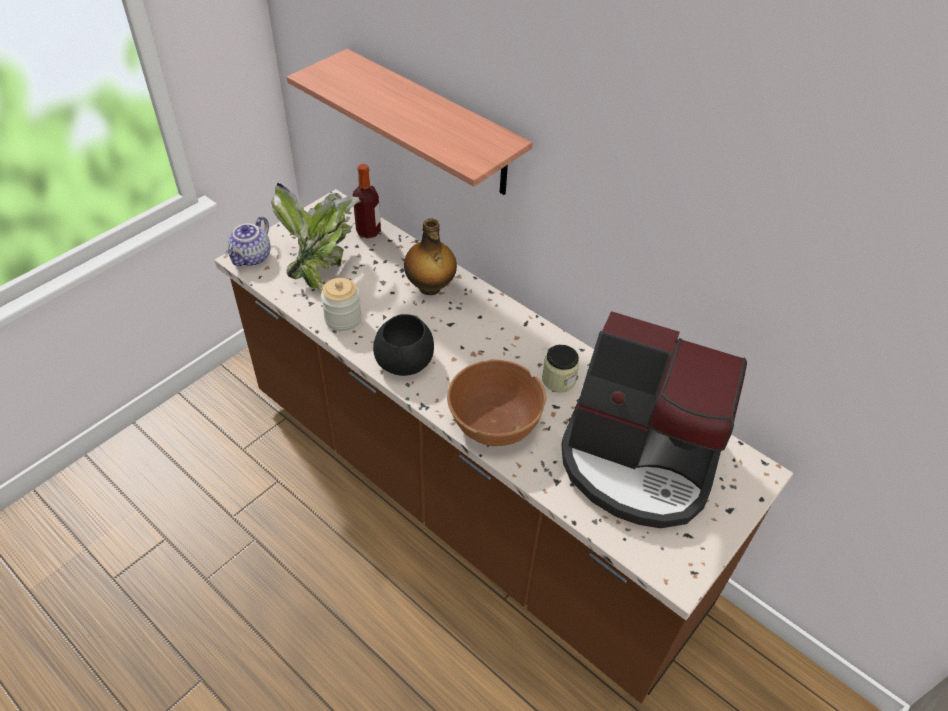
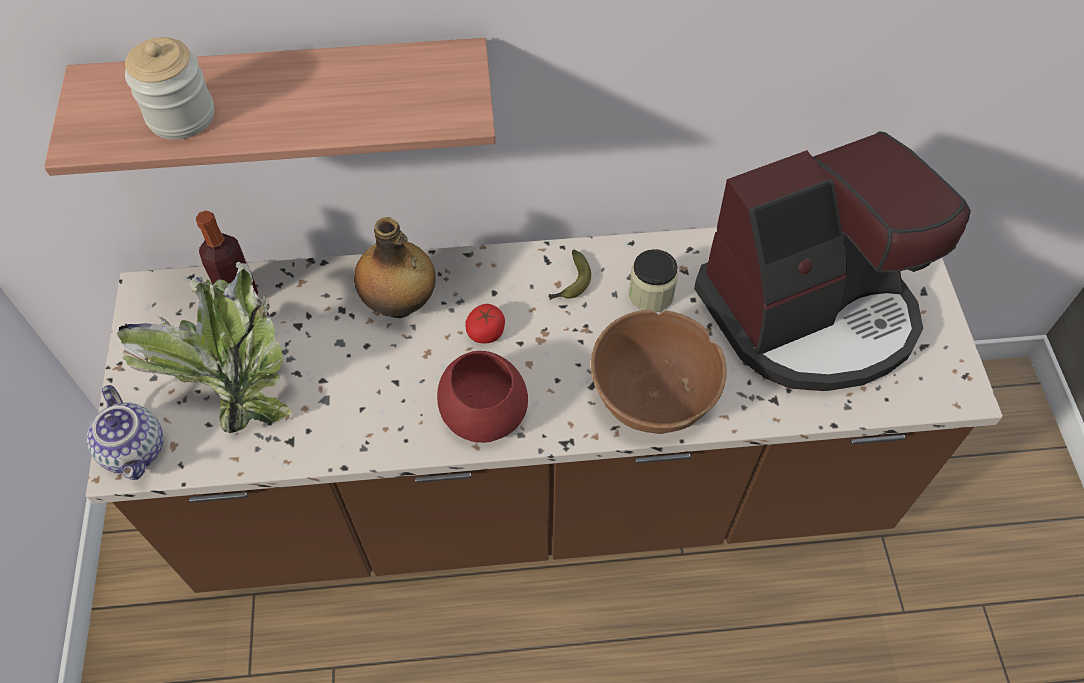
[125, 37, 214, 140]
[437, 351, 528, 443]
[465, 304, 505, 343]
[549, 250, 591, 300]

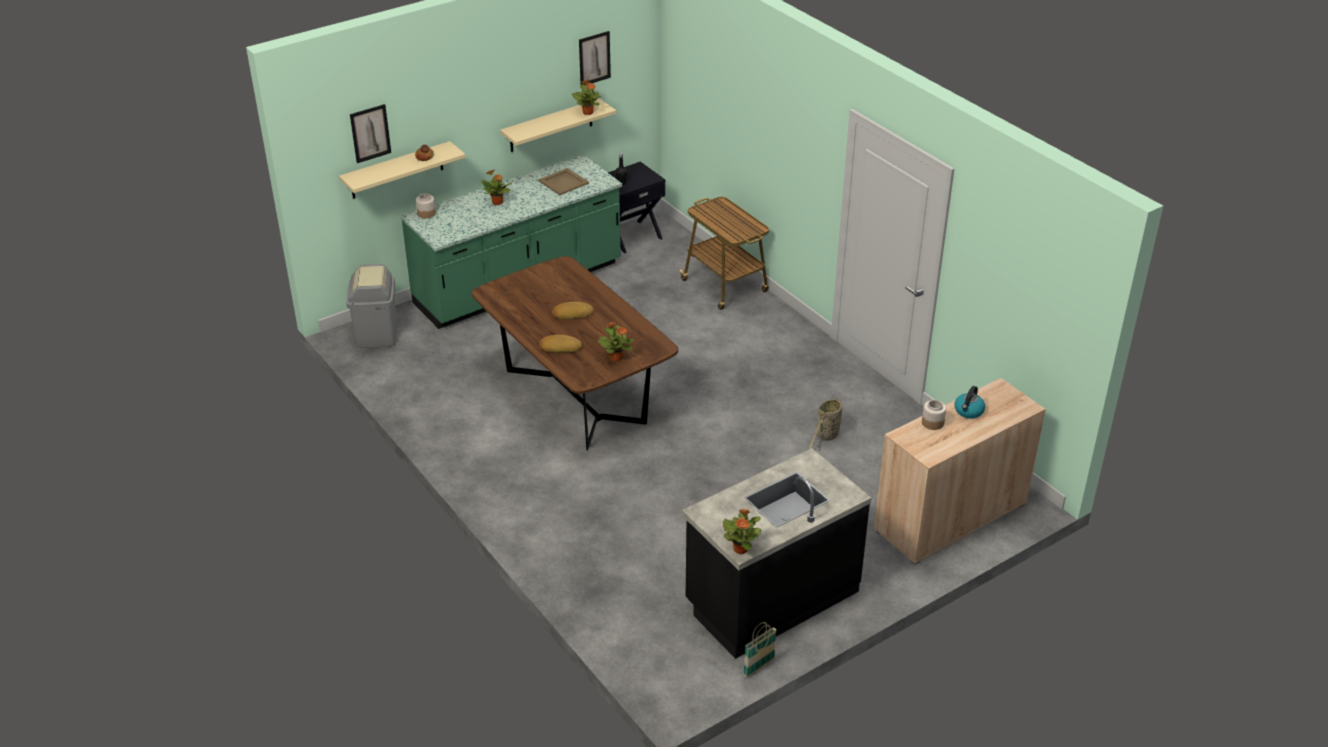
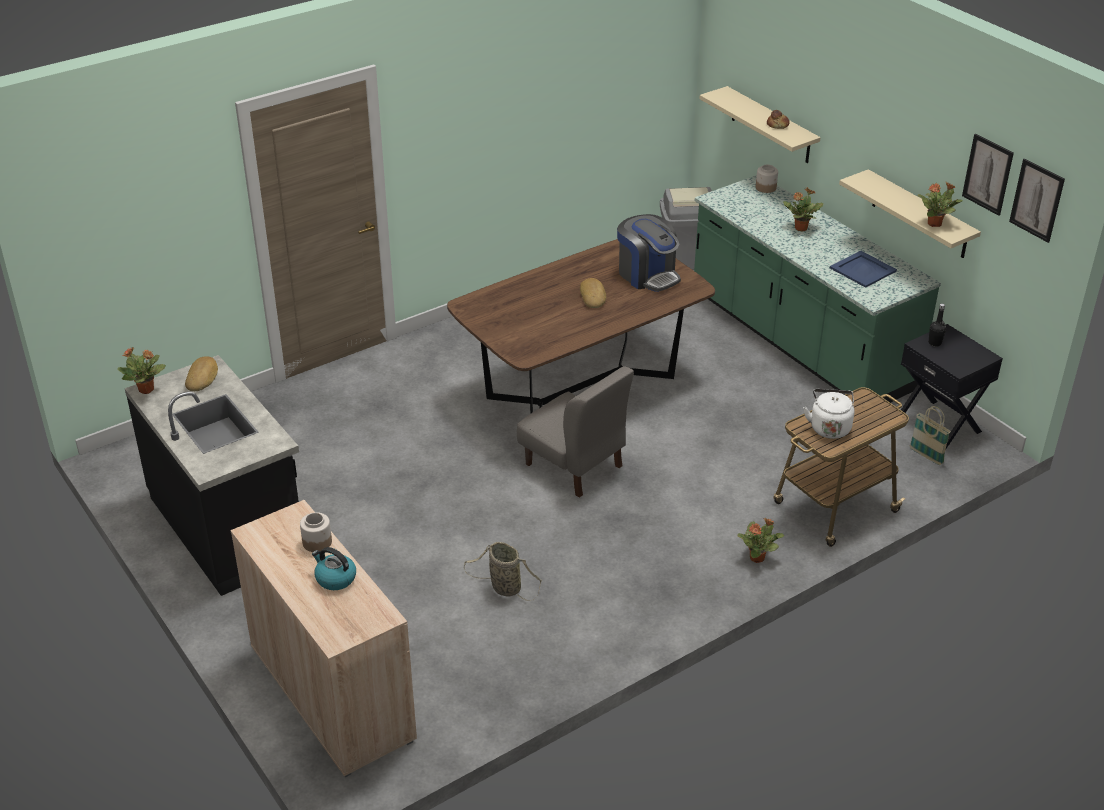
[1009, 159, 1065, 243]
[830, 251, 897, 288]
[185, 356, 218, 391]
[737, 518, 784, 563]
[910, 406, 951, 465]
[517, 366, 634, 498]
[617, 214, 681, 292]
[803, 389, 854, 439]

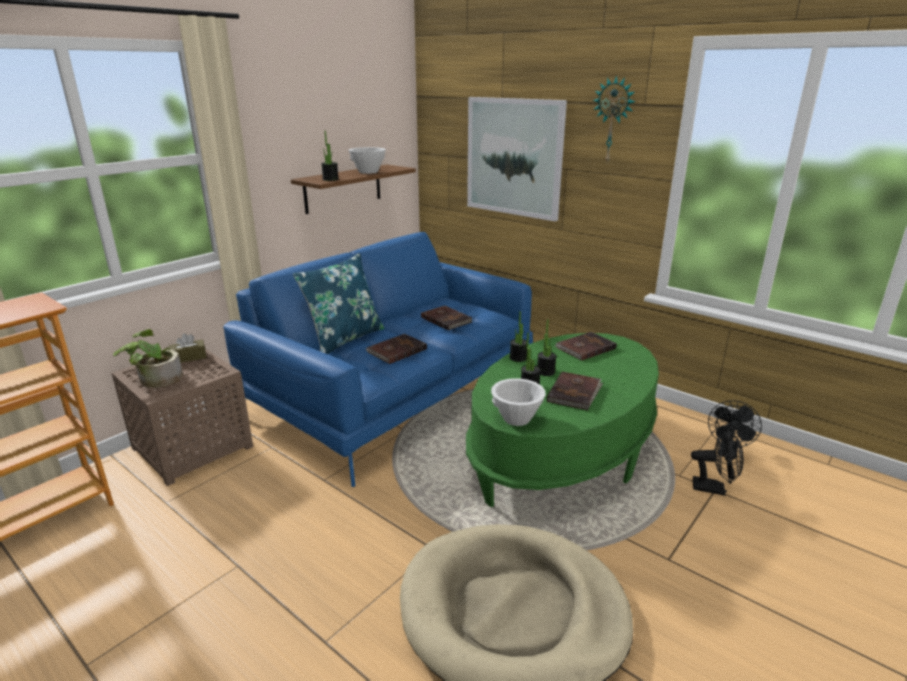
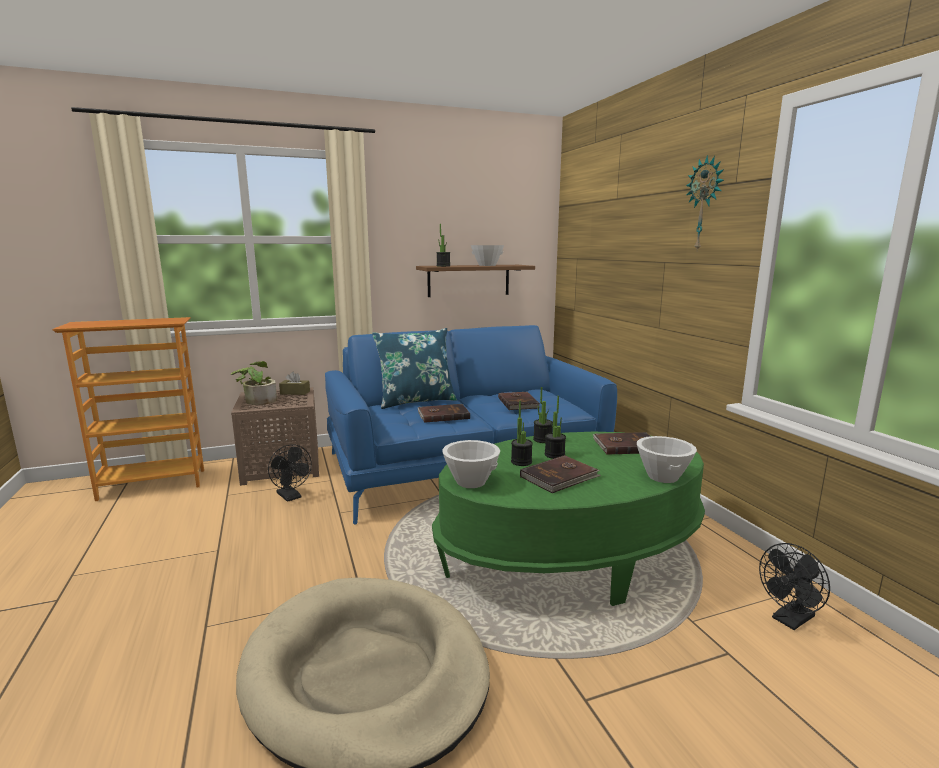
[467, 97, 567, 221] (first image)
[268, 444, 312, 502]
[637, 436, 697, 483]

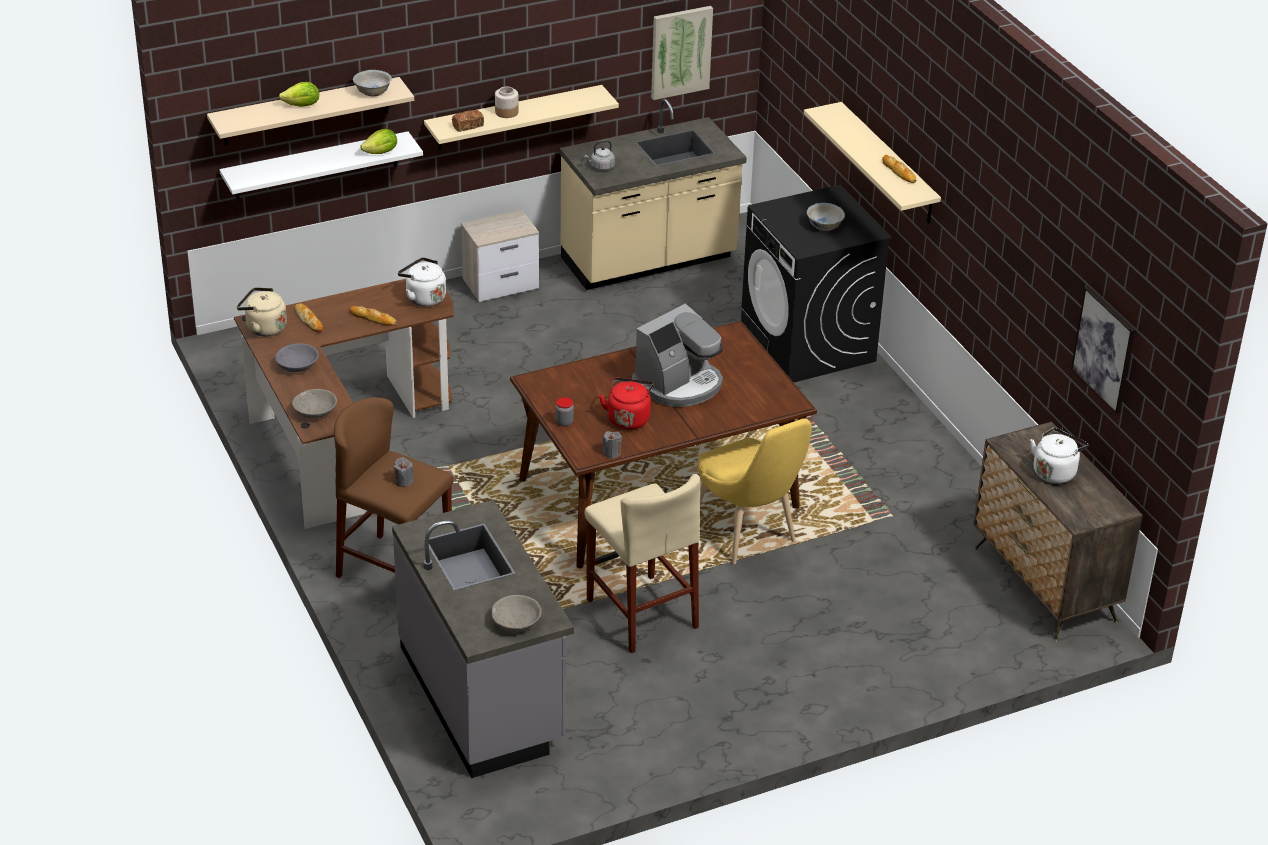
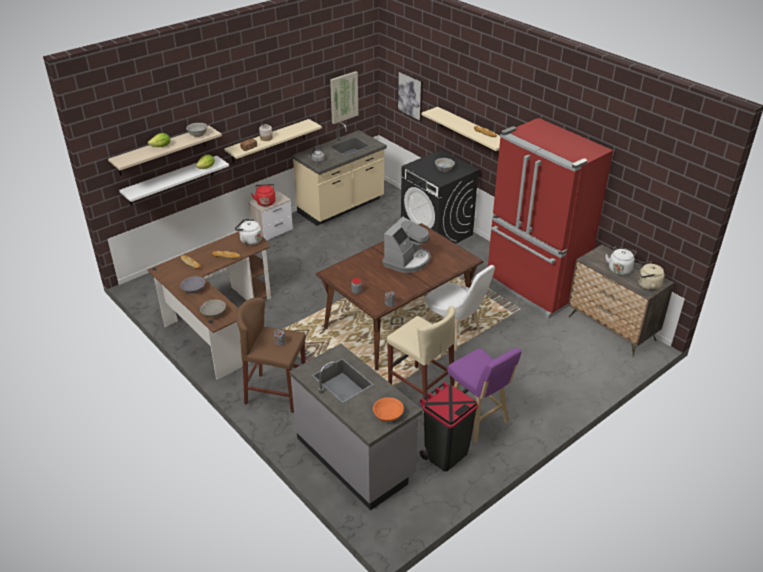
[637, 261, 665, 291]
[373, 397, 404, 422]
[251, 184, 276, 206]
[425, 265, 495, 351]
[397, 70, 423, 122]
[420, 382, 478, 472]
[448, 348, 522, 443]
[488, 118, 613, 319]

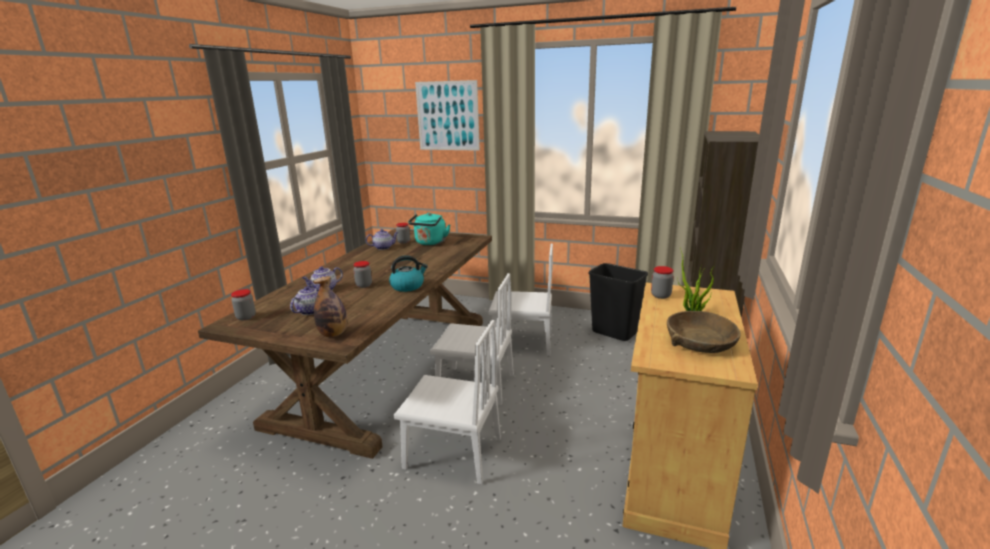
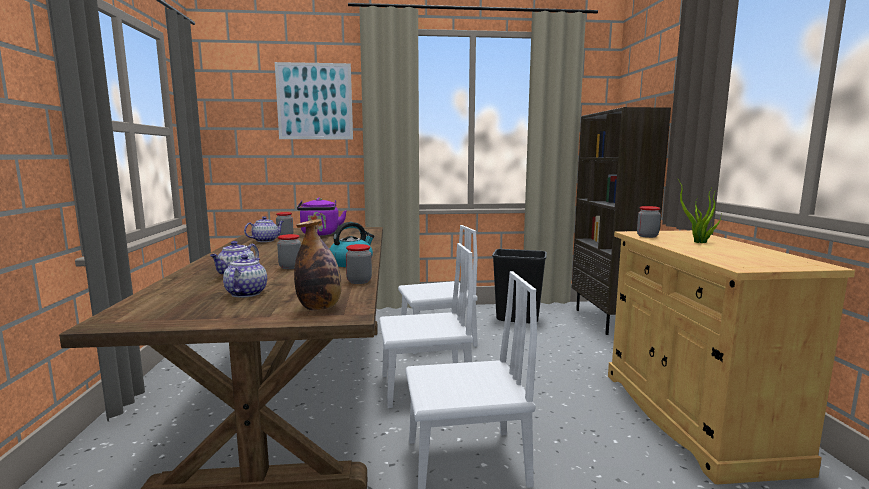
[346, 244, 372, 284]
[297, 198, 347, 236]
[667, 311, 740, 353] (first image)

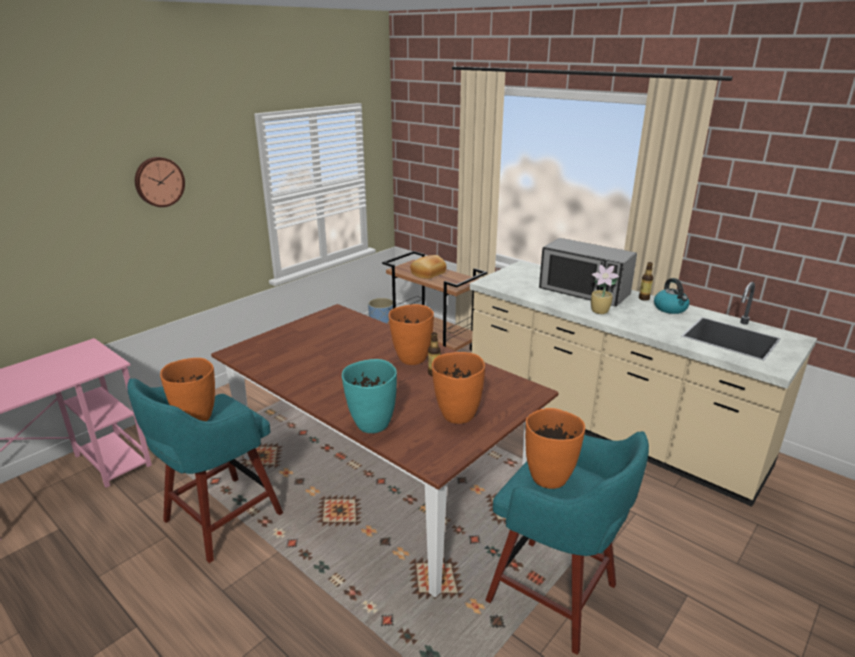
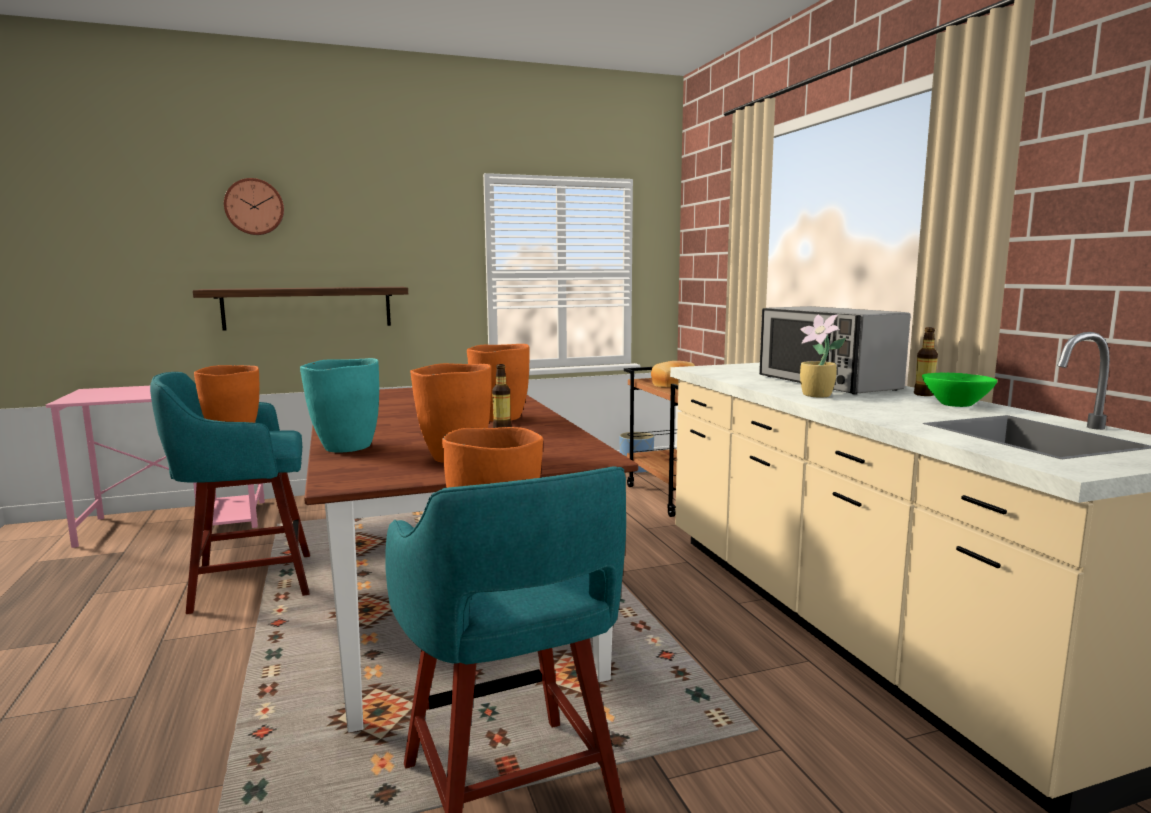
[224, 178, 284, 235]
[922, 373, 998, 407]
[193, 287, 408, 331]

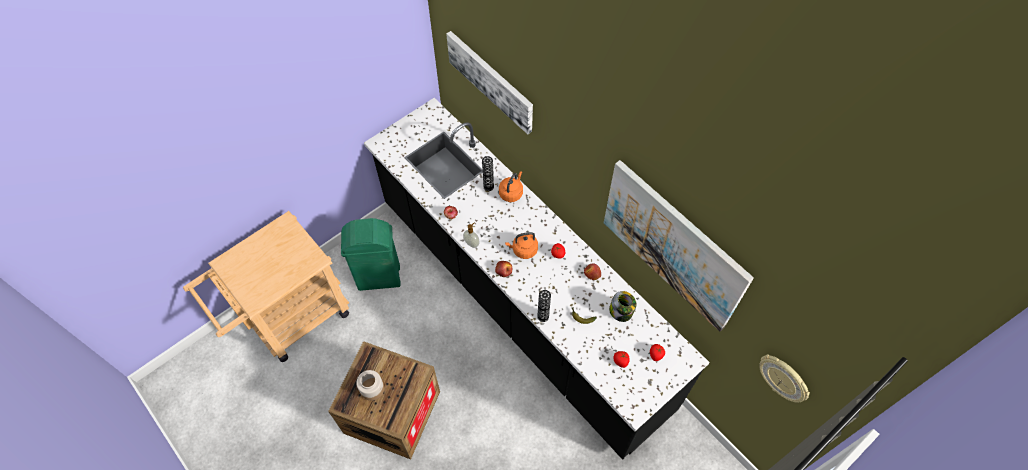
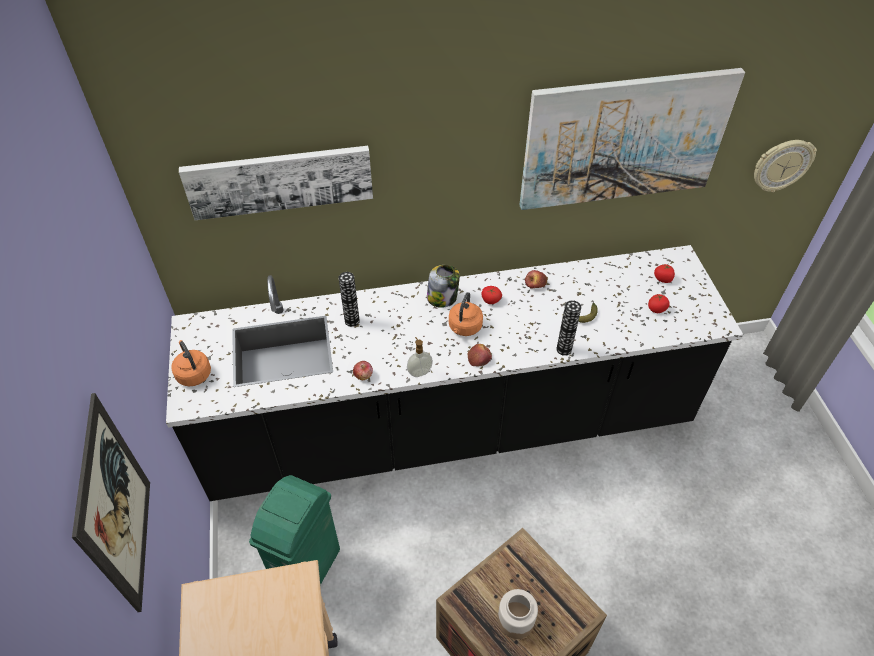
[171, 340, 211, 386]
[427, 265, 460, 308]
[72, 393, 150, 612]

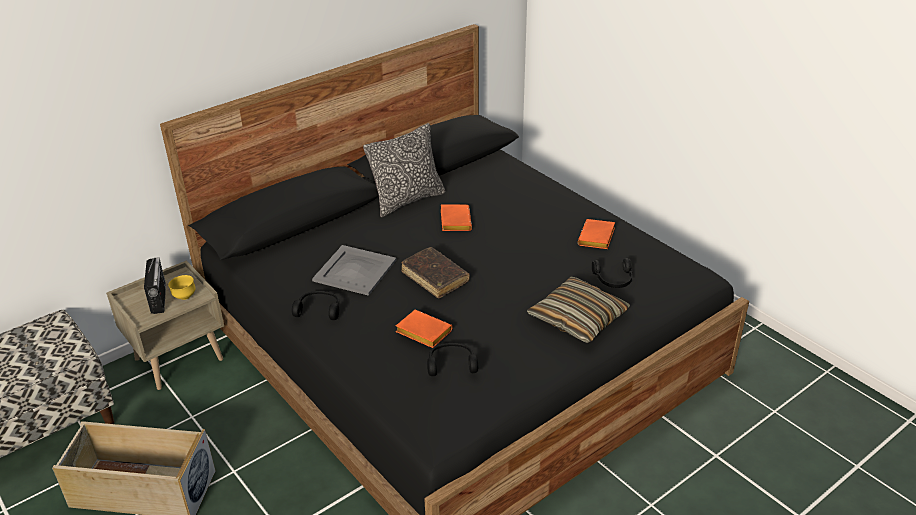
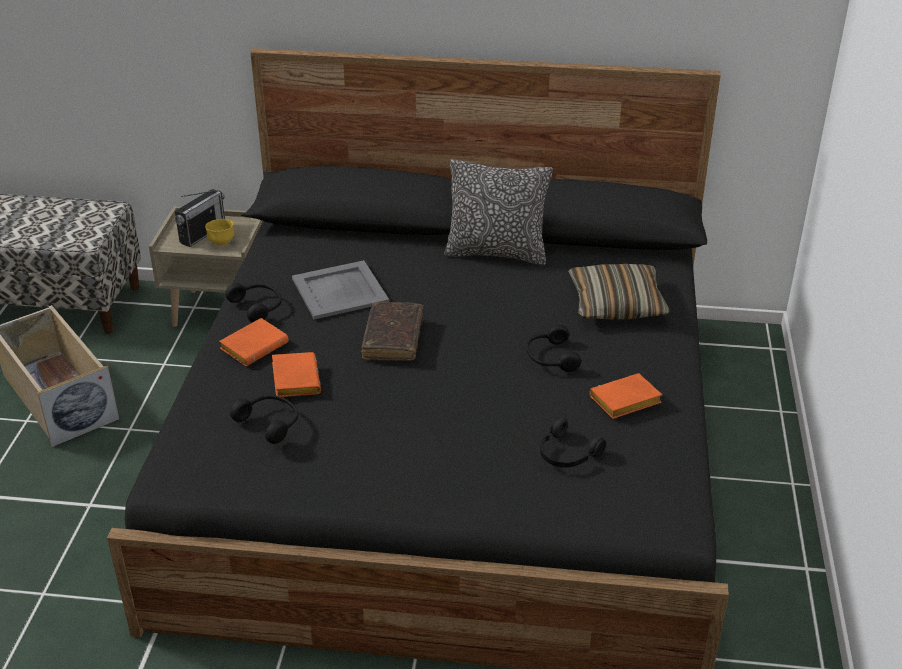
[219, 318, 289, 366]
[568, 264, 669, 320]
[526, 325, 581, 372]

